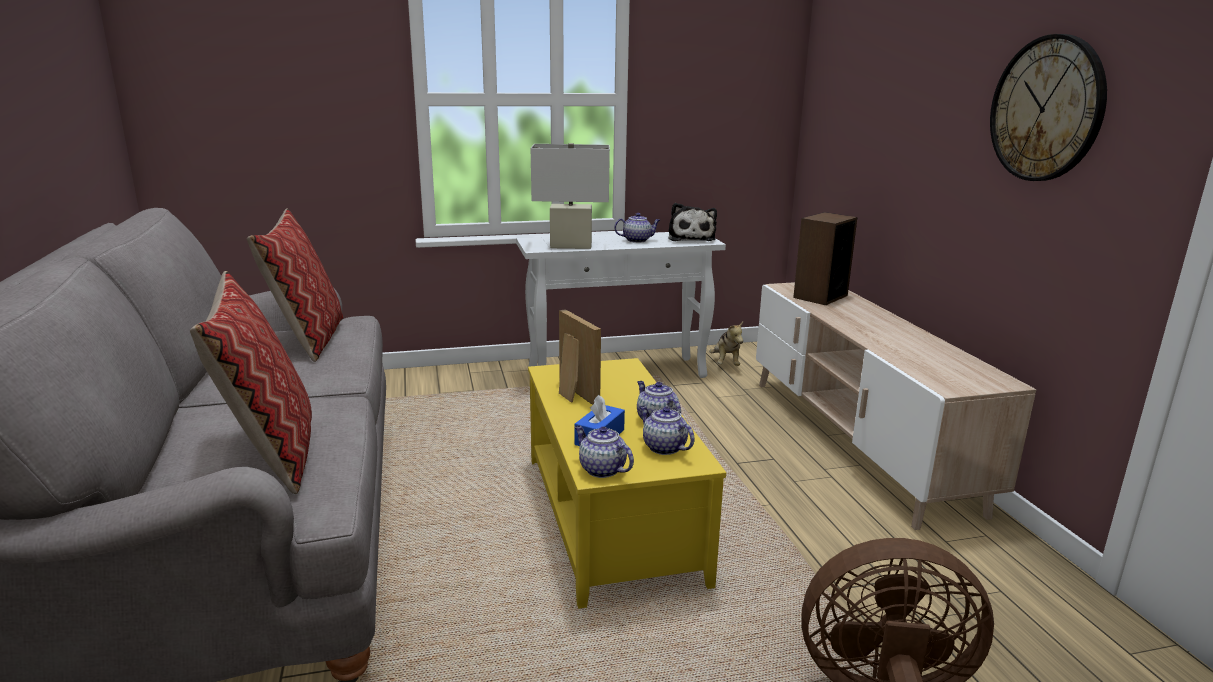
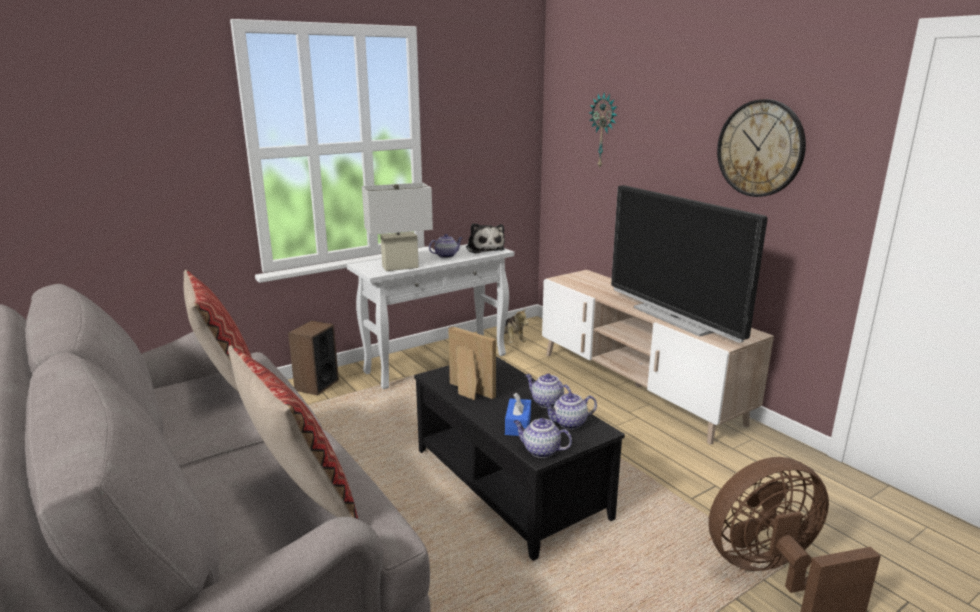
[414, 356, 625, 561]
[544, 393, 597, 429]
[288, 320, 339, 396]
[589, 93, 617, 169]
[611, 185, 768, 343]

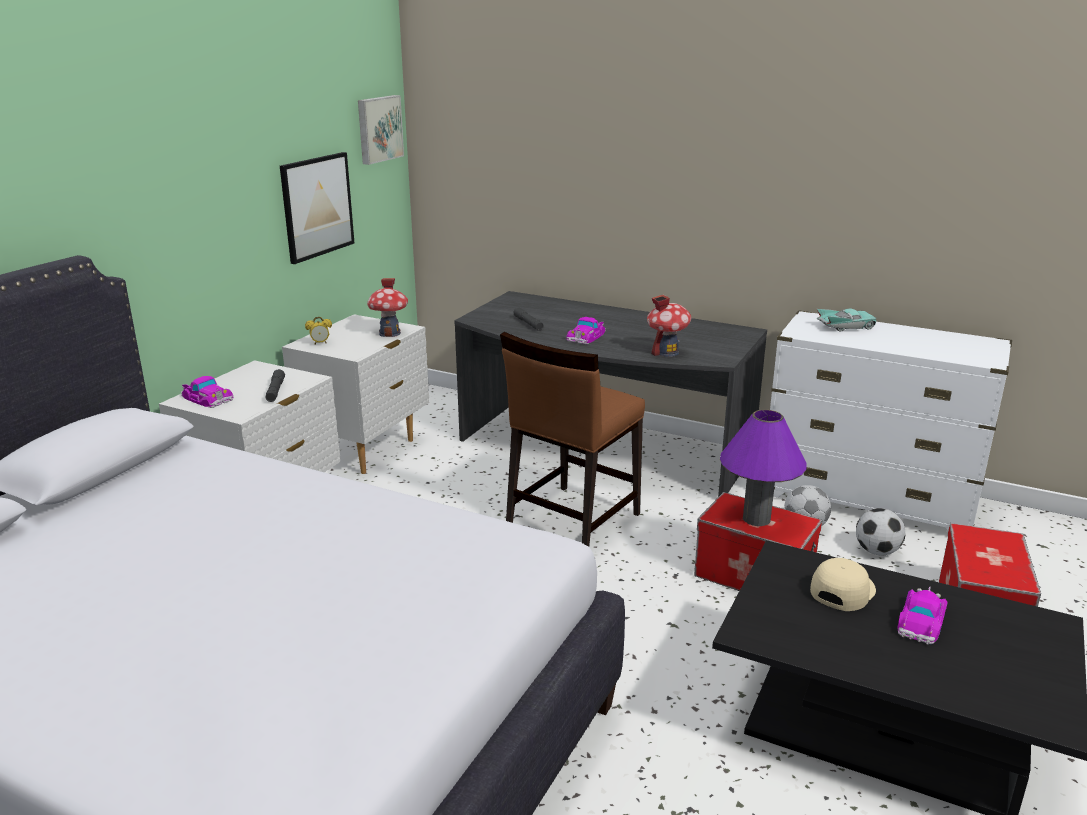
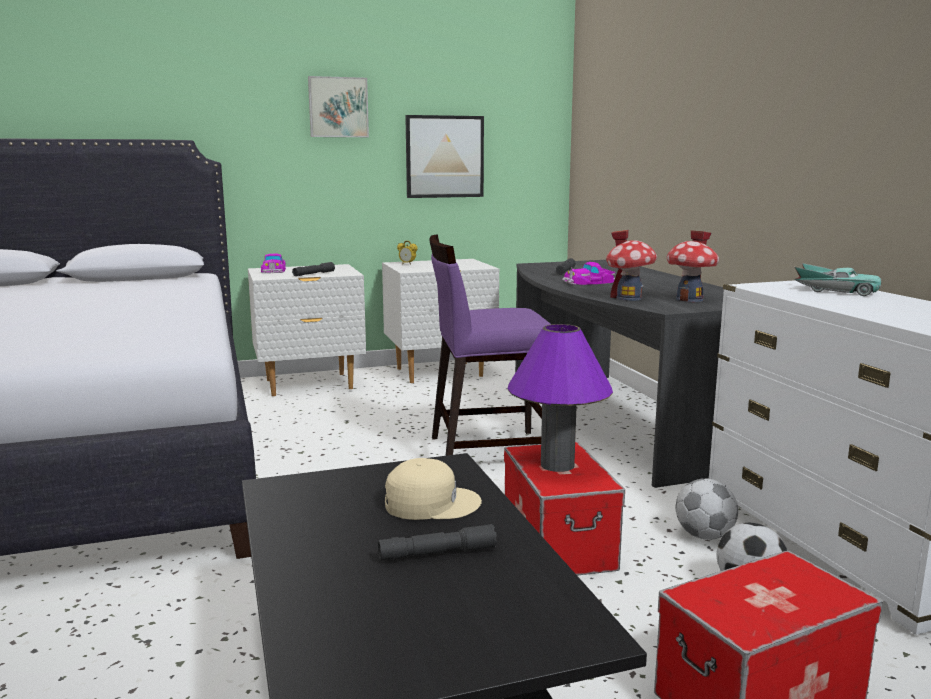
[308, 76, 369, 137]
[667, 230, 719, 302]
[429, 234, 551, 456]
[378, 524, 497, 561]

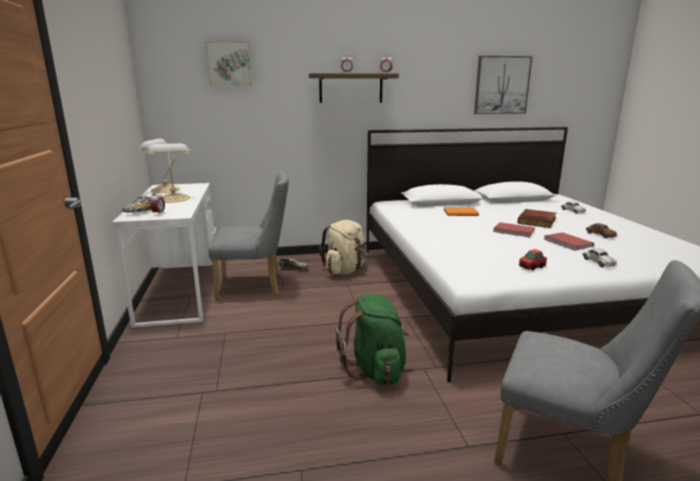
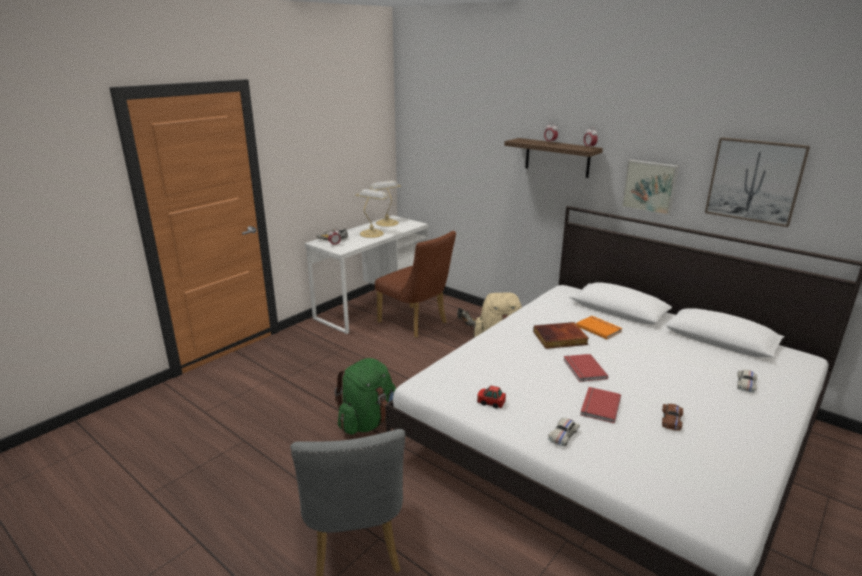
[622, 160, 679, 215]
[375, 231, 456, 338]
[533, 322, 589, 349]

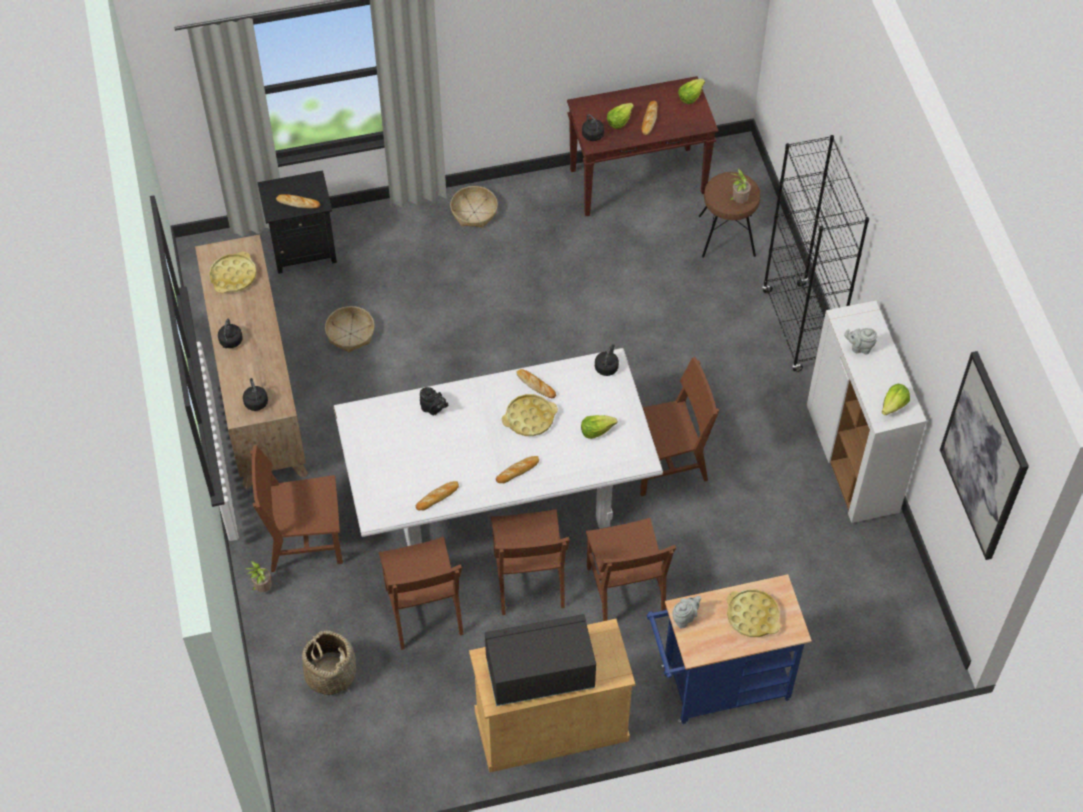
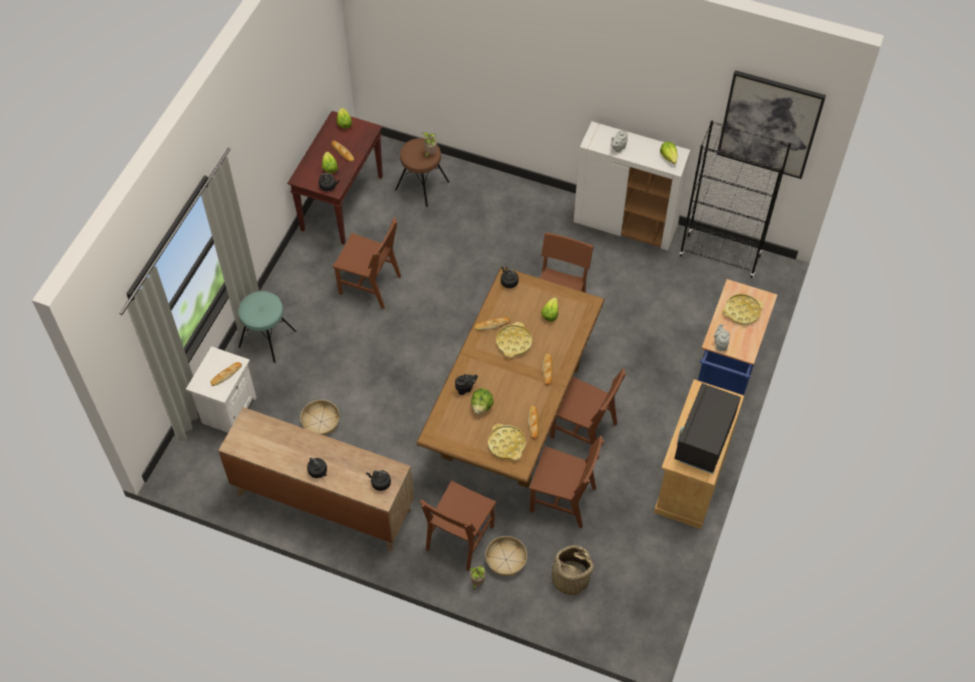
[488, 424, 526, 460]
[186, 346, 257, 433]
[417, 266, 605, 488]
[485, 536, 527, 577]
[332, 217, 401, 309]
[679, 121, 791, 278]
[238, 291, 296, 363]
[471, 388, 494, 414]

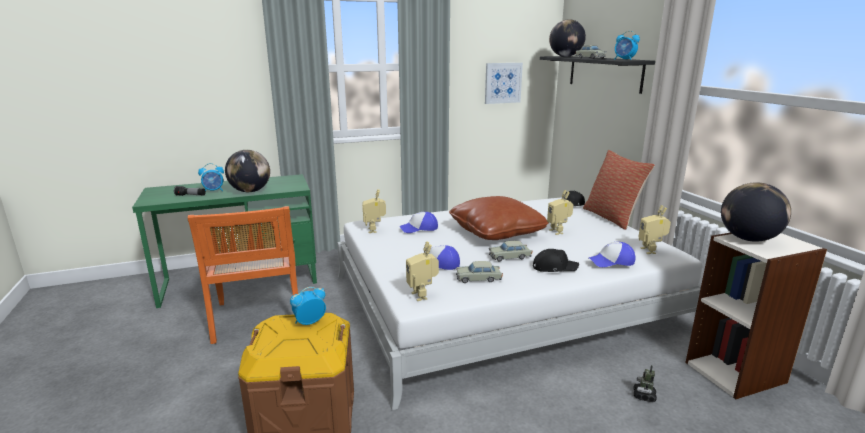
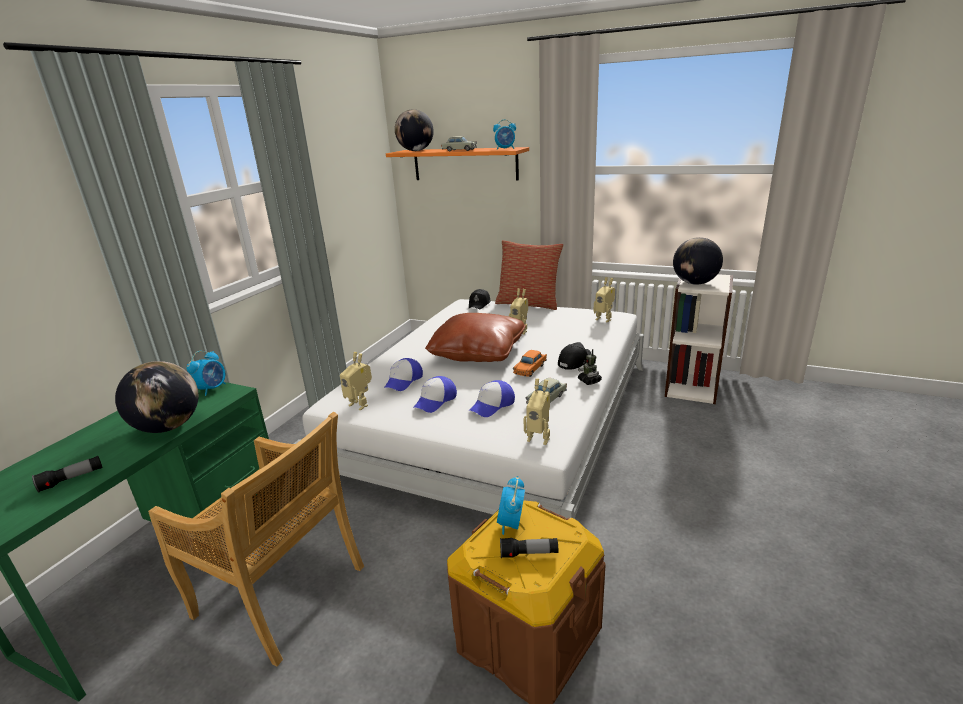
[148, 412, 364, 666]
[186, 351, 226, 396]
[485, 63, 523, 104] (first image)
[513, 350, 547, 377]
[386, 147, 529, 180]
[413, 376, 457, 413]
[578, 349, 602, 385]
[500, 538, 558, 558]

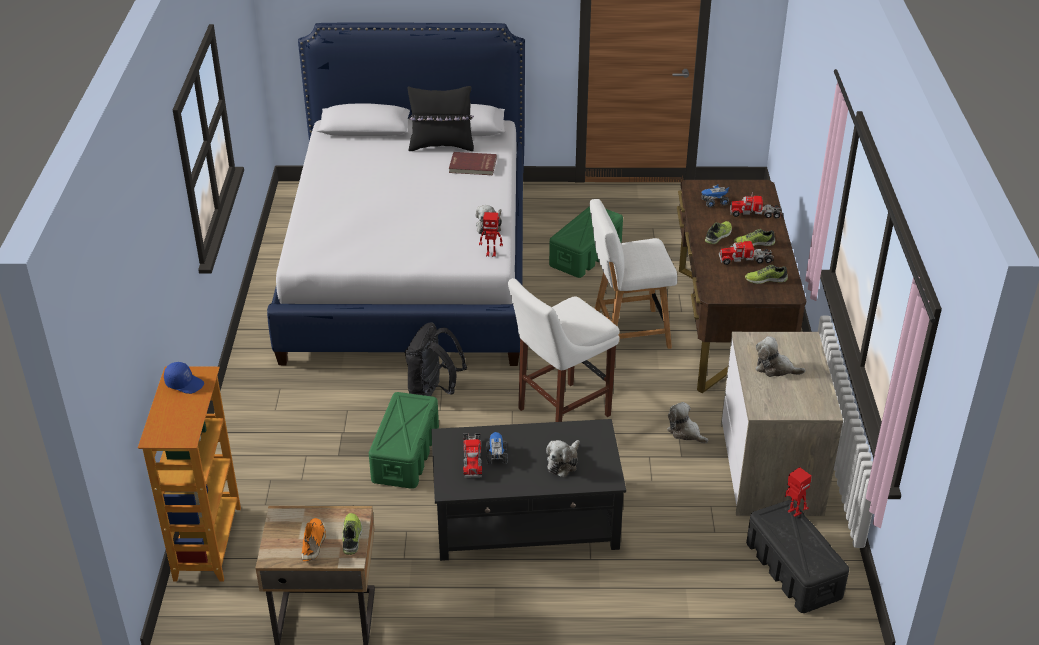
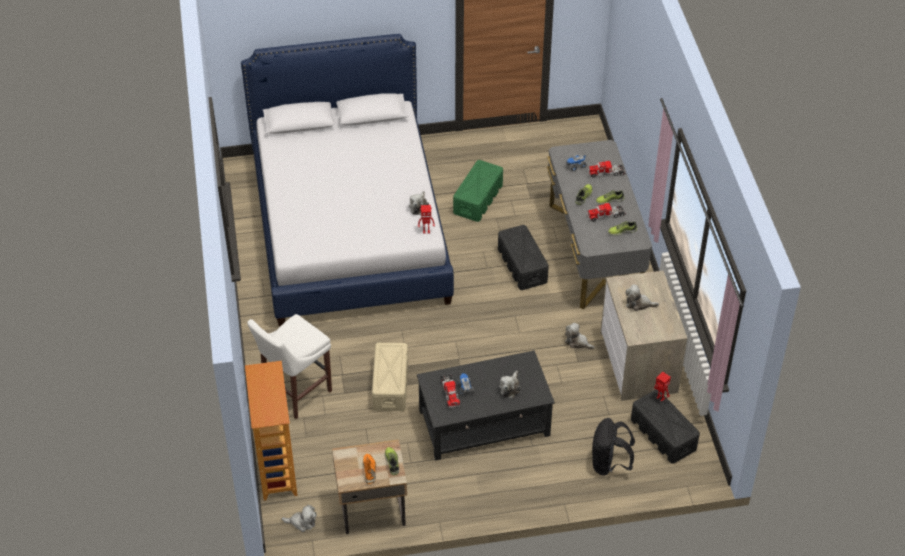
[164, 362, 204, 394] (first image)
[372, 343, 408, 411]
[592, 418, 635, 476]
[408, 86, 474, 151] (first image)
[449, 152, 497, 175] (first image)
[247, 314, 332, 419]
[498, 225, 549, 290]
[547, 140, 652, 310]
[282, 505, 317, 532]

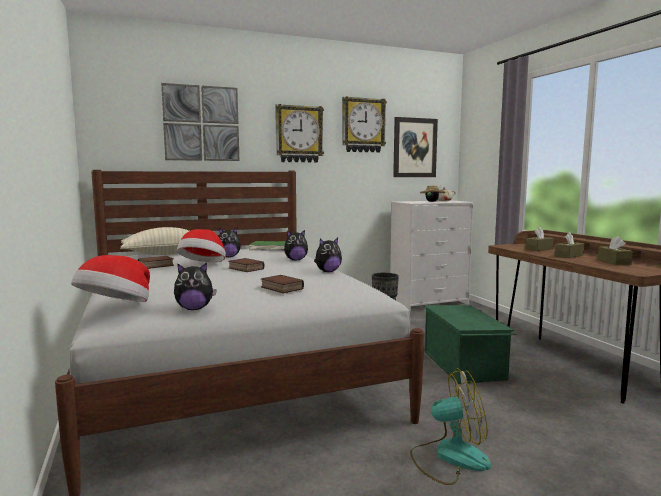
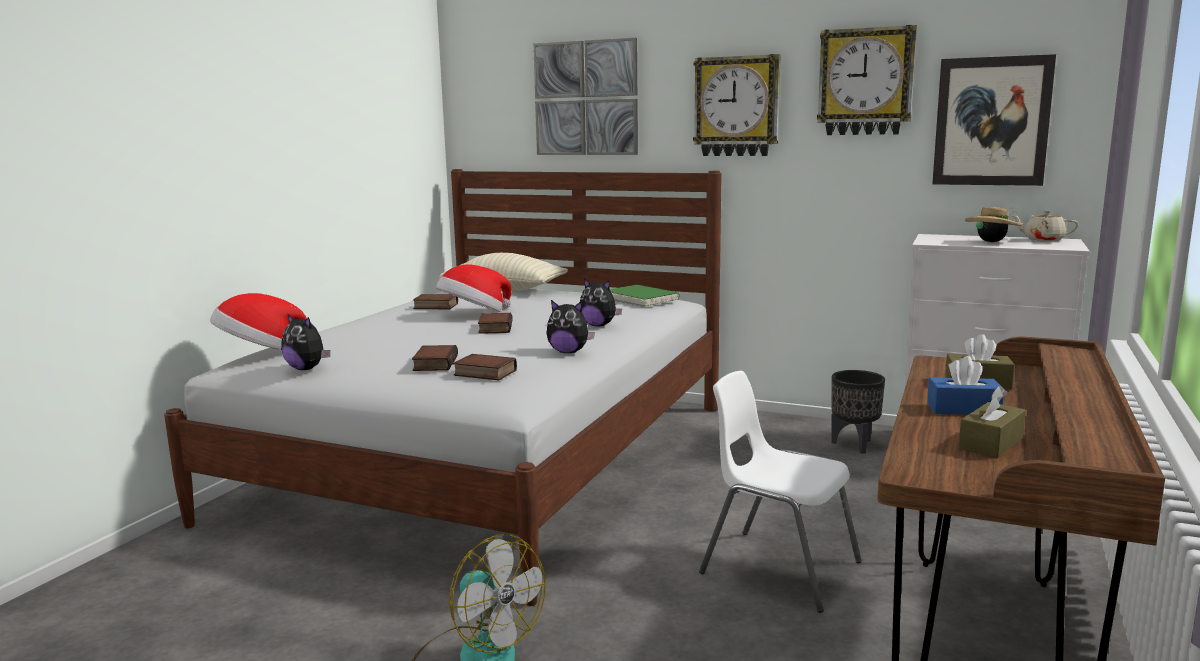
[219, 228, 242, 257] (first image)
[699, 371, 862, 613]
[927, 356, 1004, 415]
[453, 354, 517, 381]

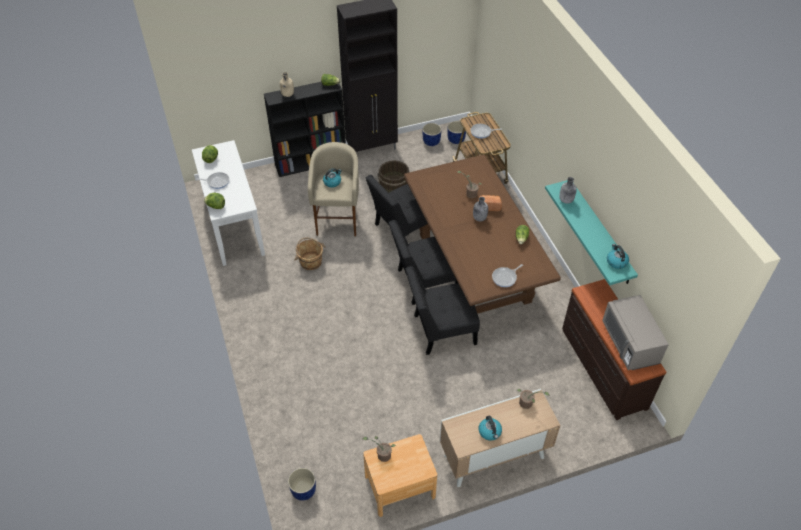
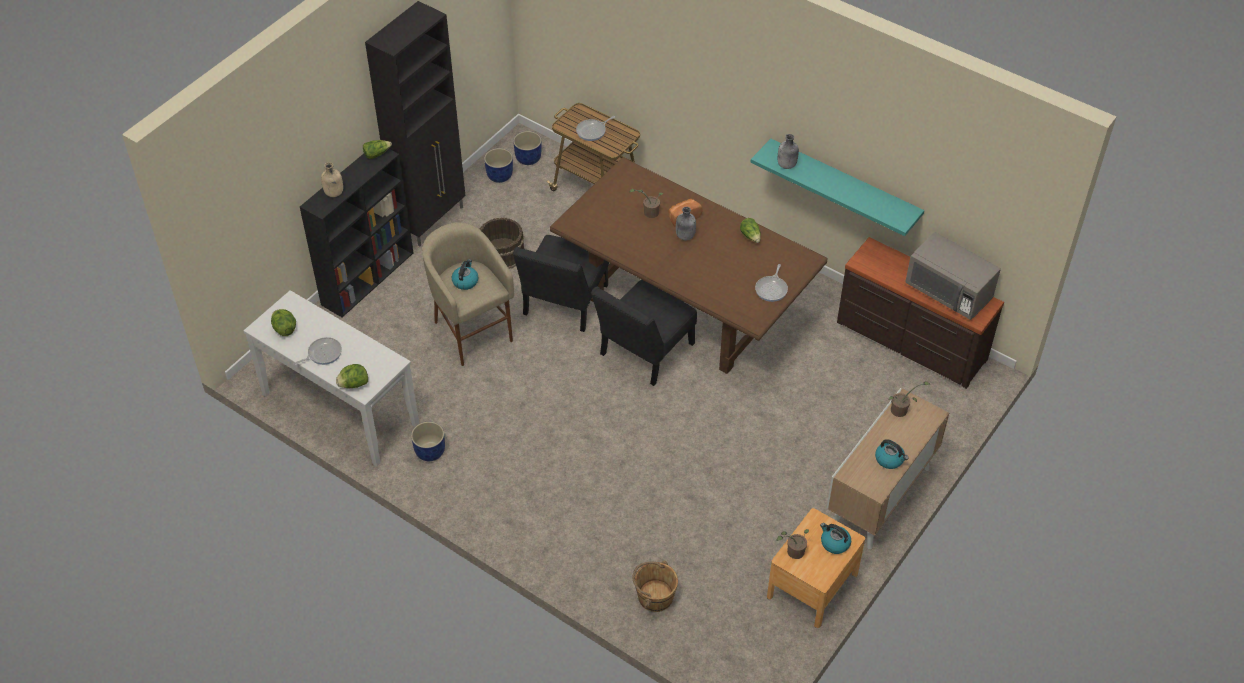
[411, 422, 445, 461]
[632, 560, 678, 612]
[406, 266, 480, 355] (first image)
[820, 523, 851, 554]

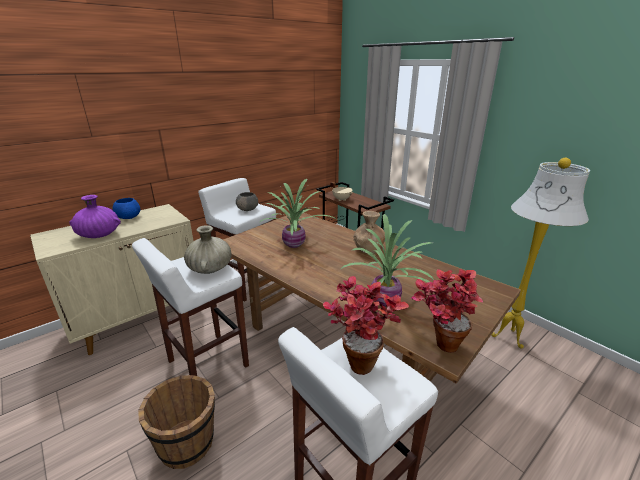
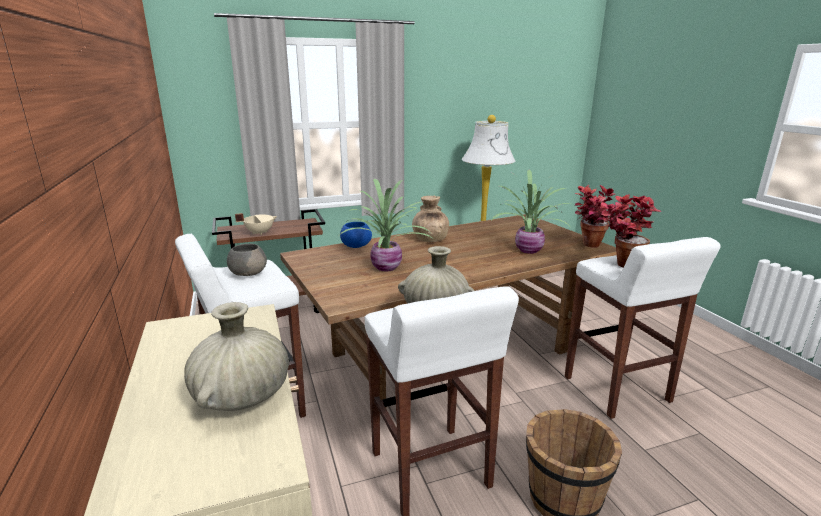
[184, 302, 289, 411]
[340, 222, 372, 248]

